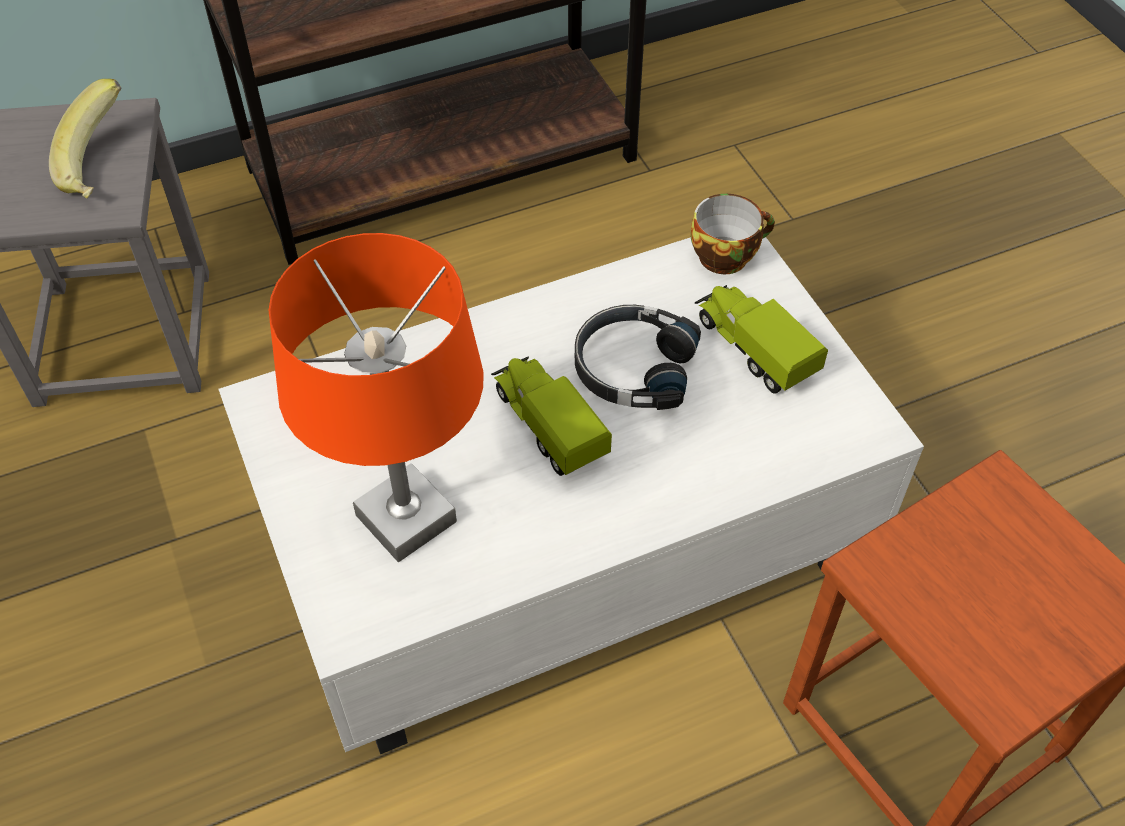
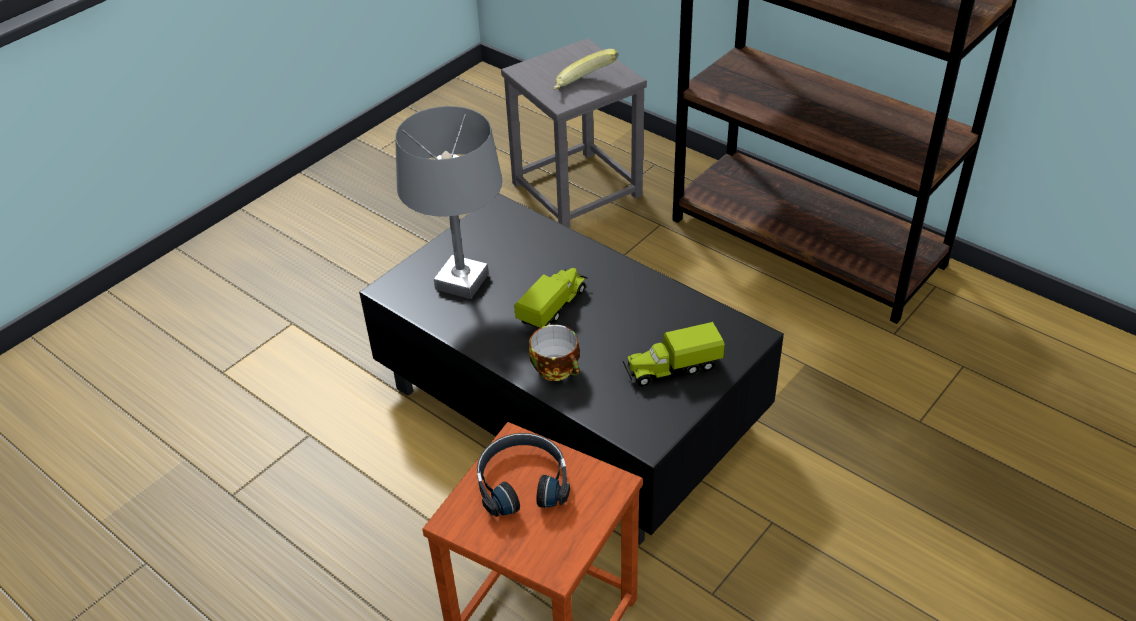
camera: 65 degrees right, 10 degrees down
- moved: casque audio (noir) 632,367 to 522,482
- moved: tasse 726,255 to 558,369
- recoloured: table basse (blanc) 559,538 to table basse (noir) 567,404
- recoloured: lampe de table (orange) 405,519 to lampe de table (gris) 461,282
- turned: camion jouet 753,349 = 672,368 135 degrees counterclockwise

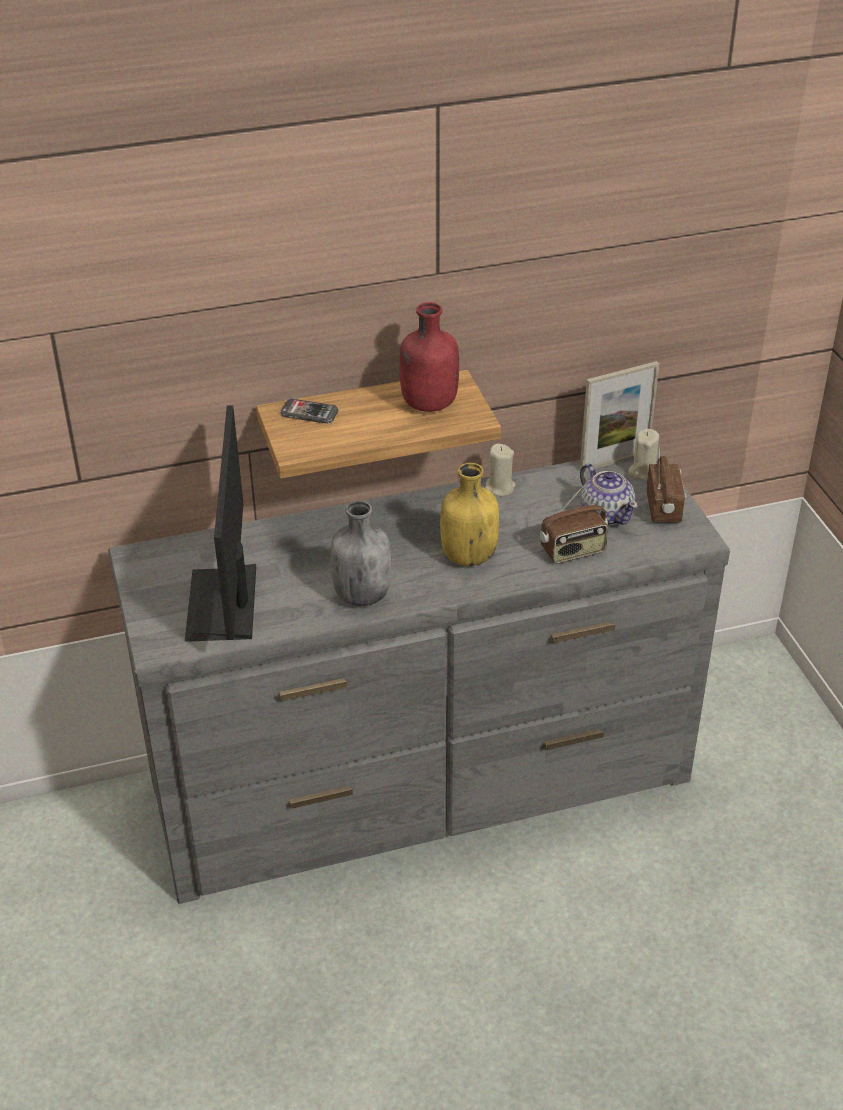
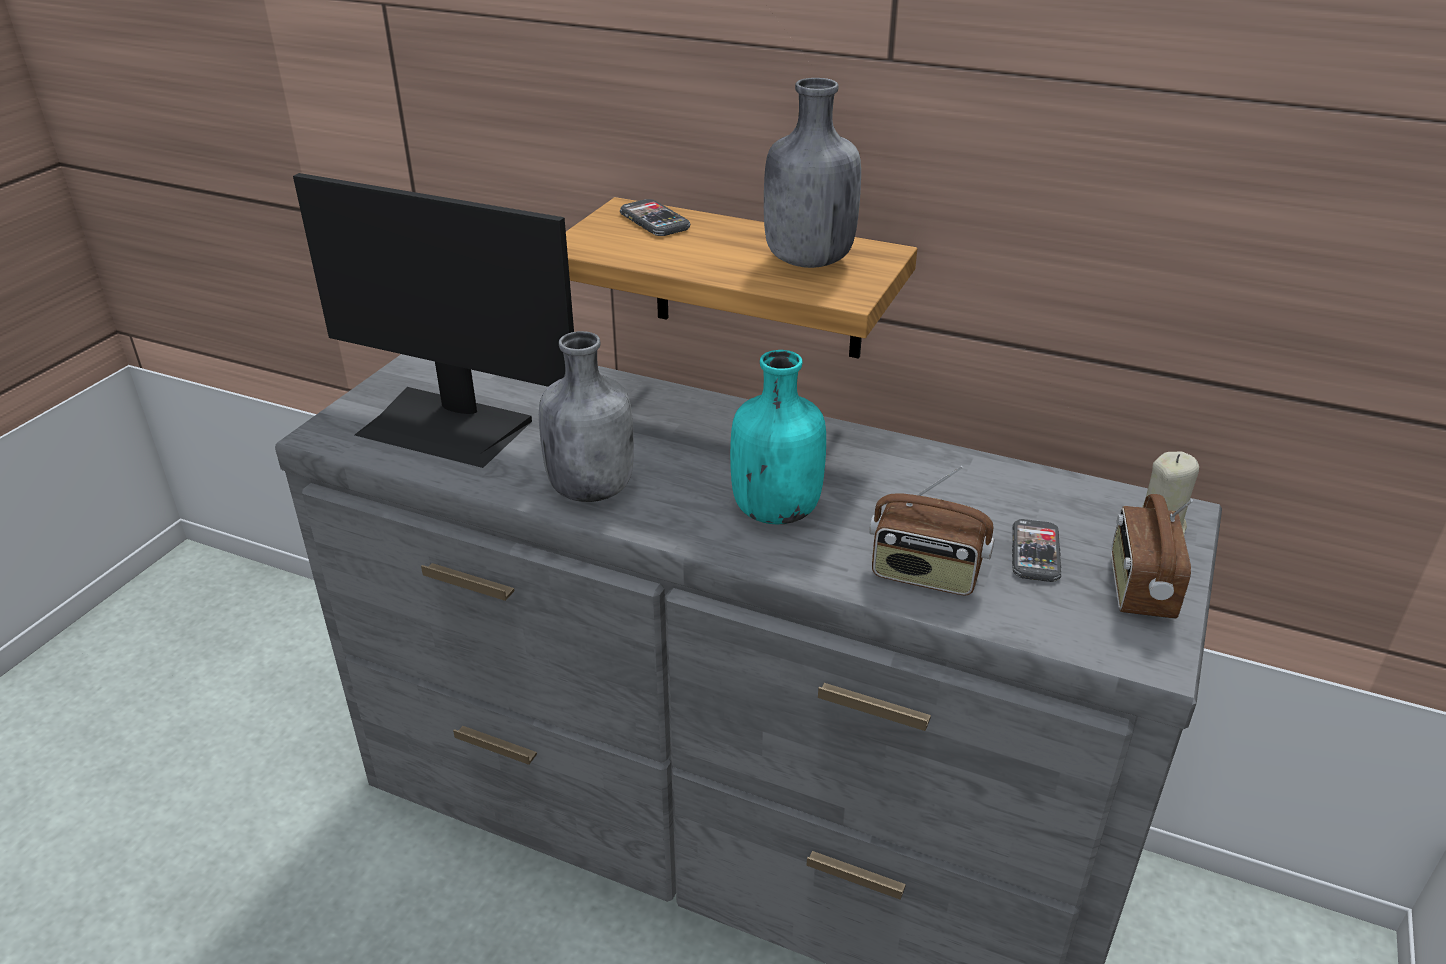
camera: 40 degrees right, 5 degrees down
- removed: bougie (beige) 499,488
- removed: cadre photo 614,461
- replaced: théière 606,514 to téléphone 1035,553
- recoloured: bouteille (rouge) 428,404 to bouteille (gris) 806,260
- recoloured: bouteille (jaune) 468,556 to bouteille (turquoise) 775,510
- turned: écran d'ordinateur 225,603 = 447,426 105 degrees counterclockwise
- turned: radio 664,508 = 1139,588 150 degrees clockwise

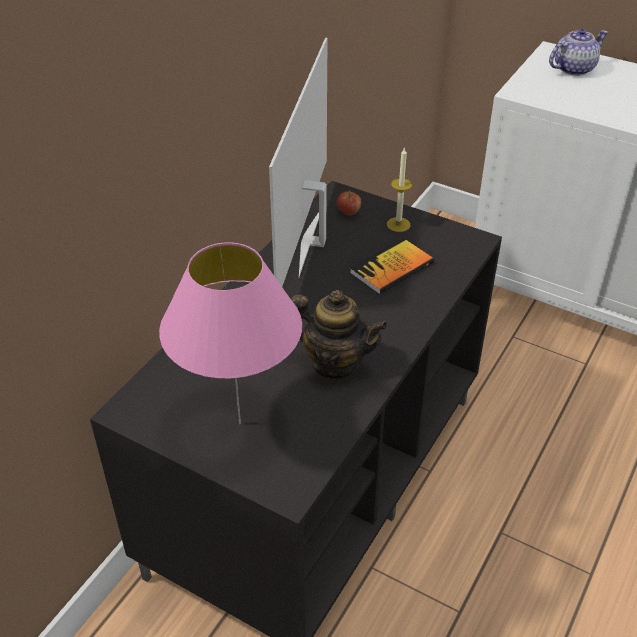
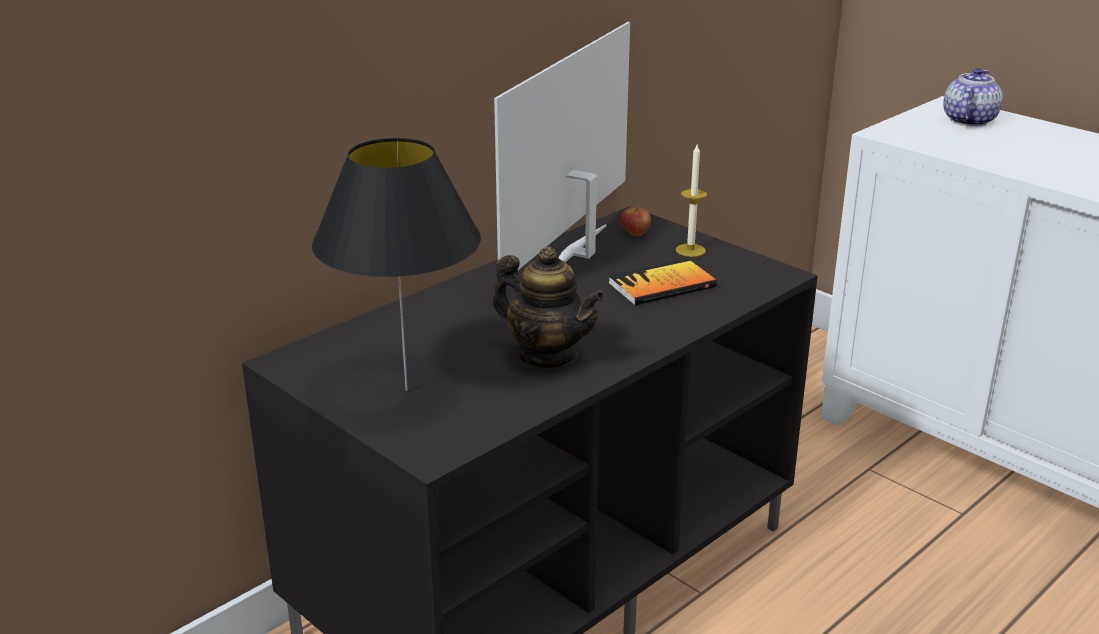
camera: 15 degrees right, 15 degrees down
- recoloured: lampe de table (rose) 239,423 to lampe de table (noir) 405,390
- turned: théière 573,69 = 968,121 45 degrees counterclockwise

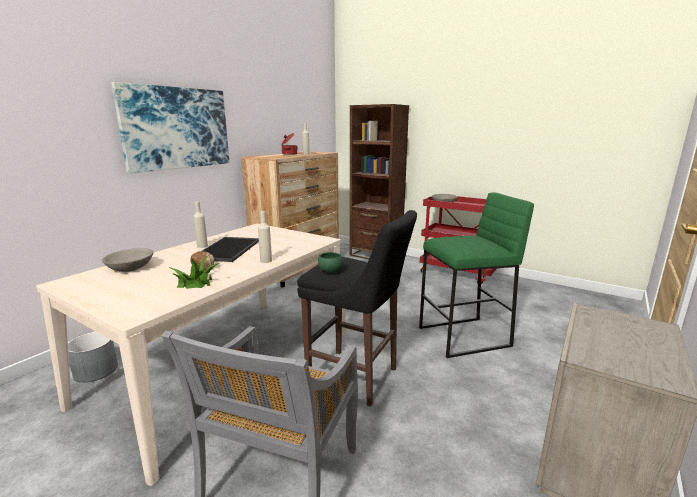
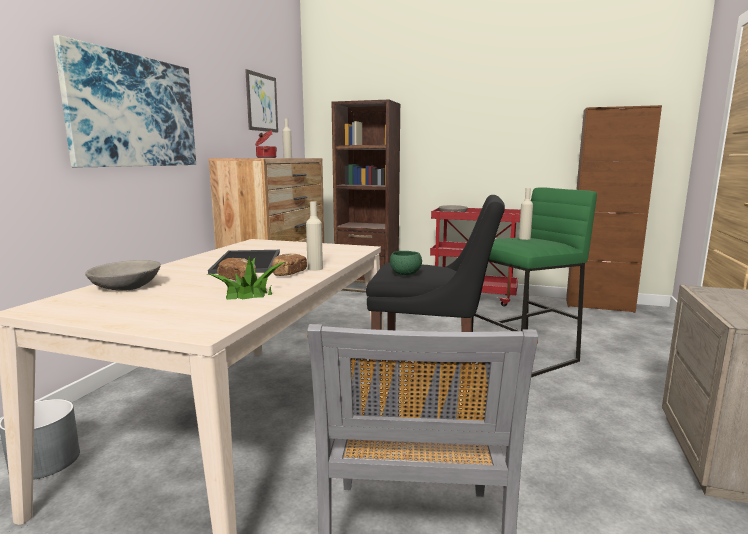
camera: 15 degrees left, 5 degrees down
- added: tableau 262,102
- added: pain 288,274
- added: meuble de rangement (marron) 599,306
- moved: bouteille (beige) 202,246 to 524,238

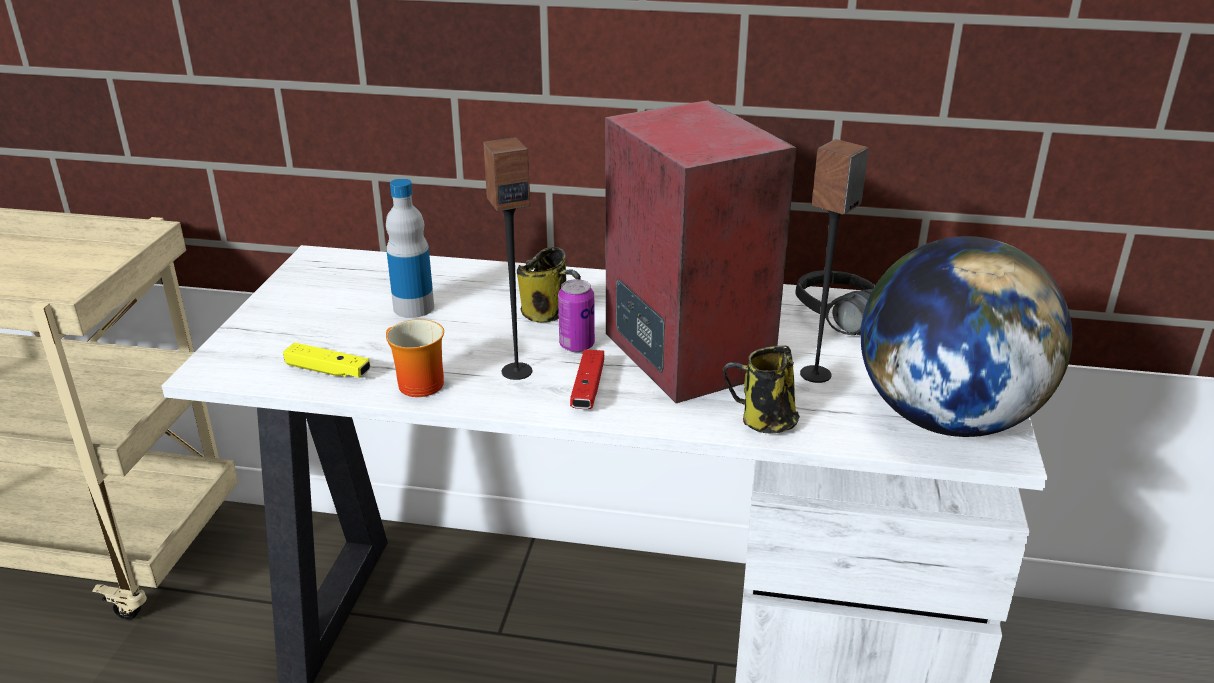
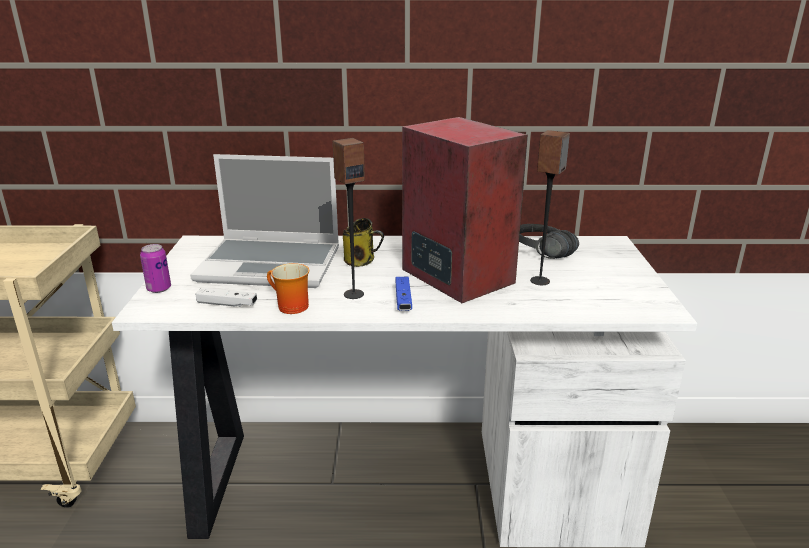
camera: 10 degrees left, 5 degrees down
- removed: mug 764,422
- removed: globe 946,418
- moved: boîte métallique 577,345 to 159,288
- replaced: bouteille 413,307 to ordinateur portable 272,264
- recoloured: manette (jaune) 328,371 to manette (blanc) 227,304
- recoloured: manette (rouge) 588,389 to manette (bleu) 403,300

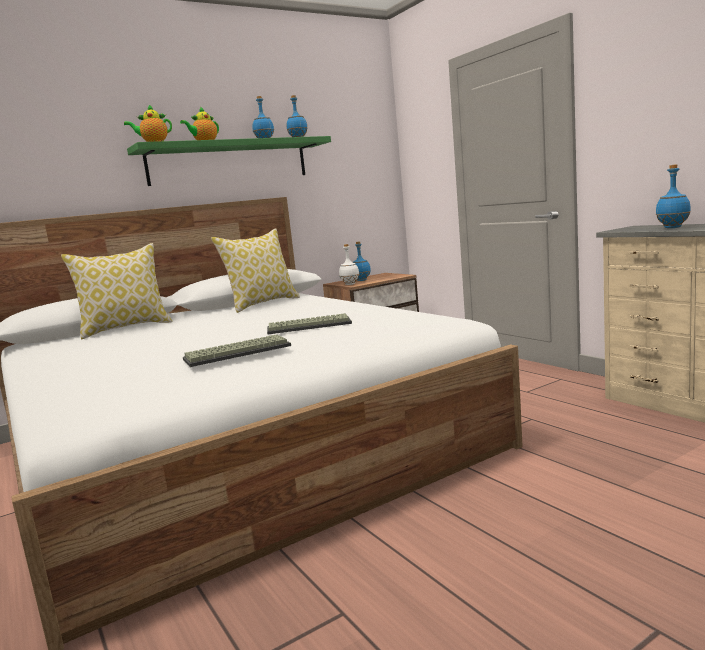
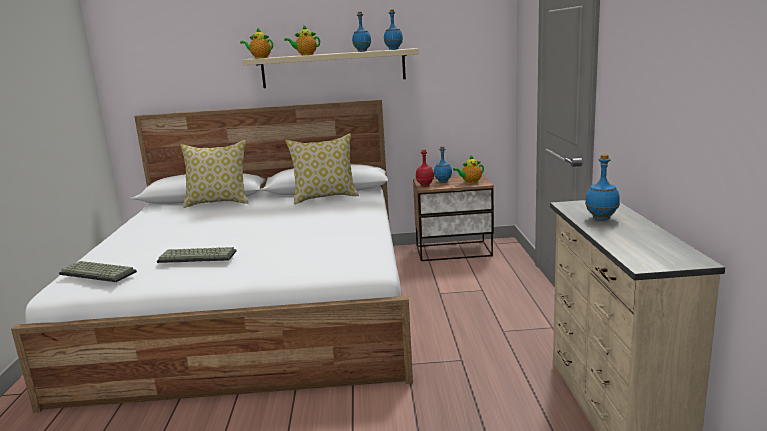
camera: 30 degrees right, 5 degrees up
- added: théière 470,182
- moved: clavier 310,325 to 99,272
- recoloured: étagère (vert) 229,162 to étagère (beige) 333,68
- recoloured: bouteille (blanc) 350,284 to bouteille (rouge) 425,185

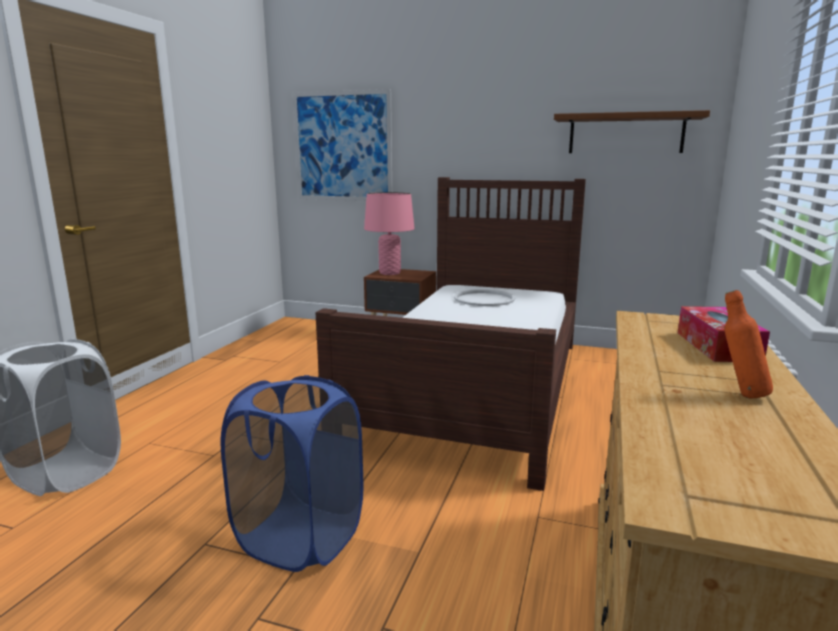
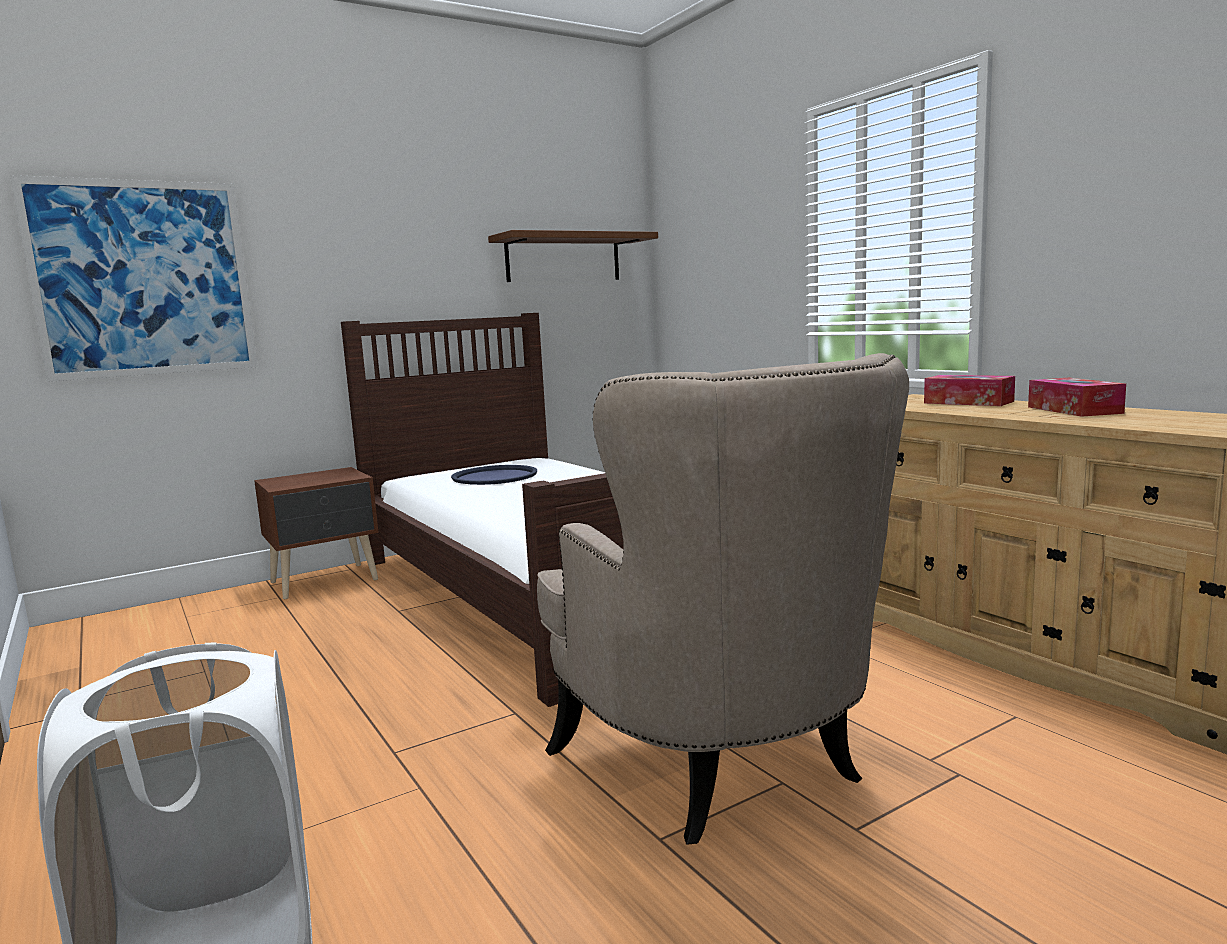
camera: 50 degrees left, 5 degrees down
- removed: lampe de table (rose) 389,273
- replaced: panier à linge (bleu) 299,538 to fauteuil (beige) 726,767
- replaced: bouteille (orange) 740,394 to boîte à mouchoirs 1073,410
- recoloured: plateau (blanc) 484,299 to plateau (bleu) 495,476

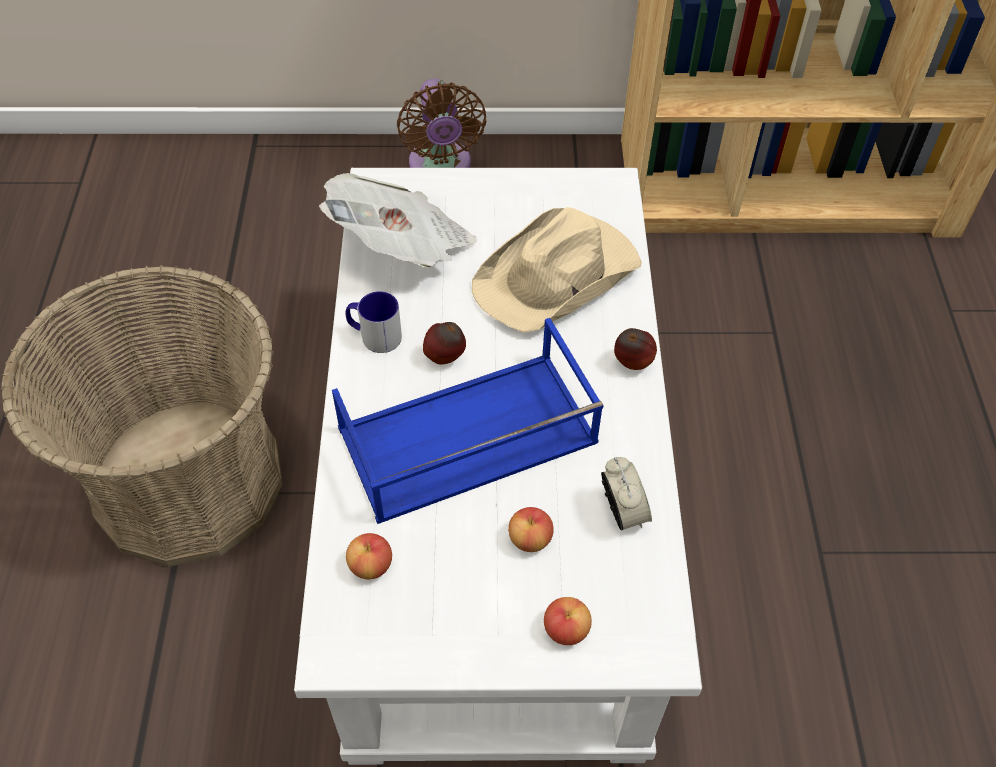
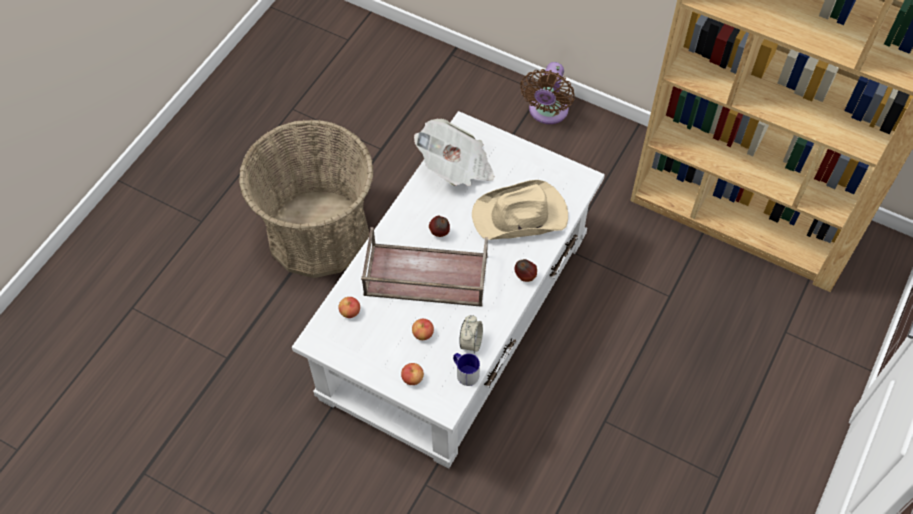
camera: 30 degrees right, 5 degrees up
- moved: mug 374,335 to 465,372
- recoloured: plateau (bleu) 466,439 to plateau (marron) 424,276

